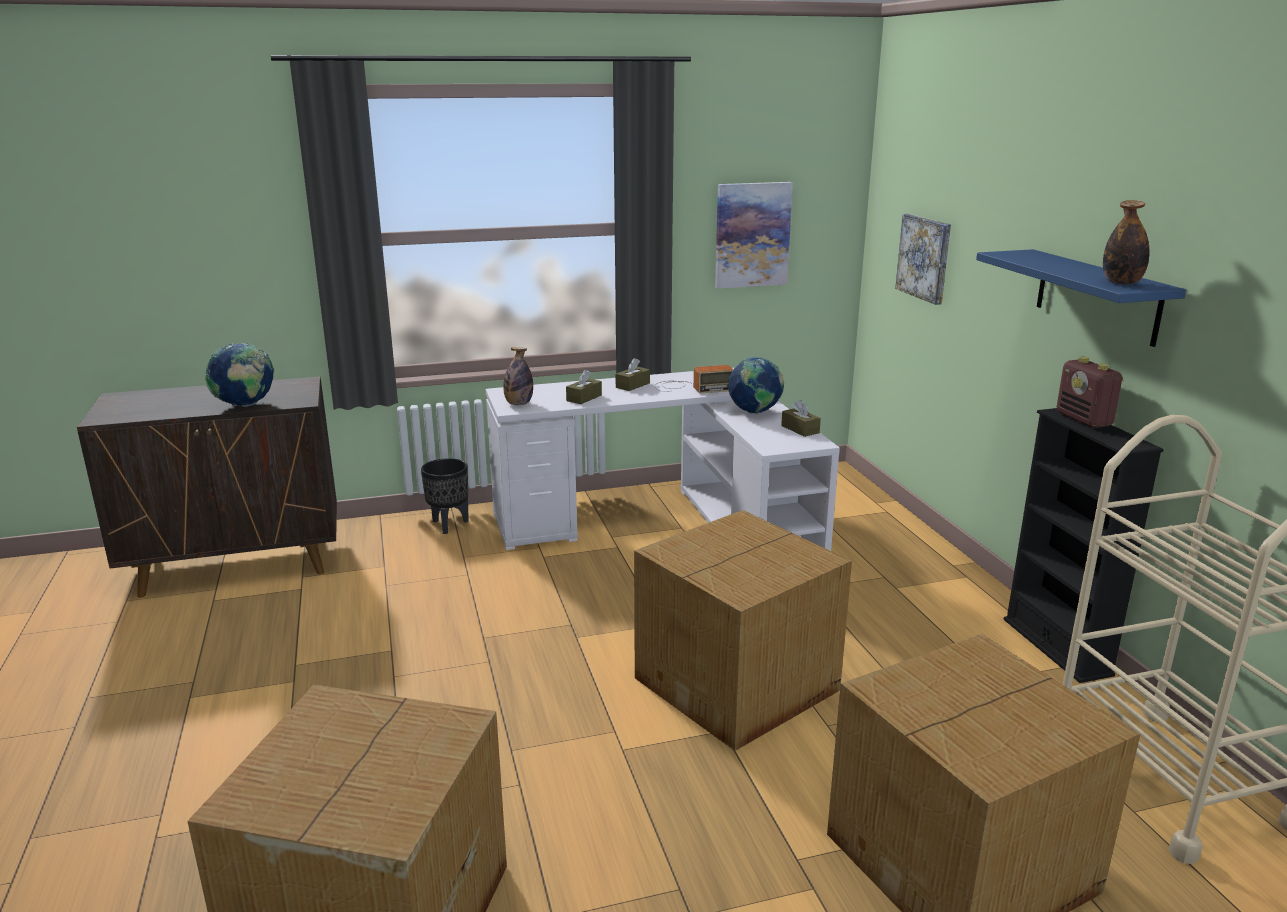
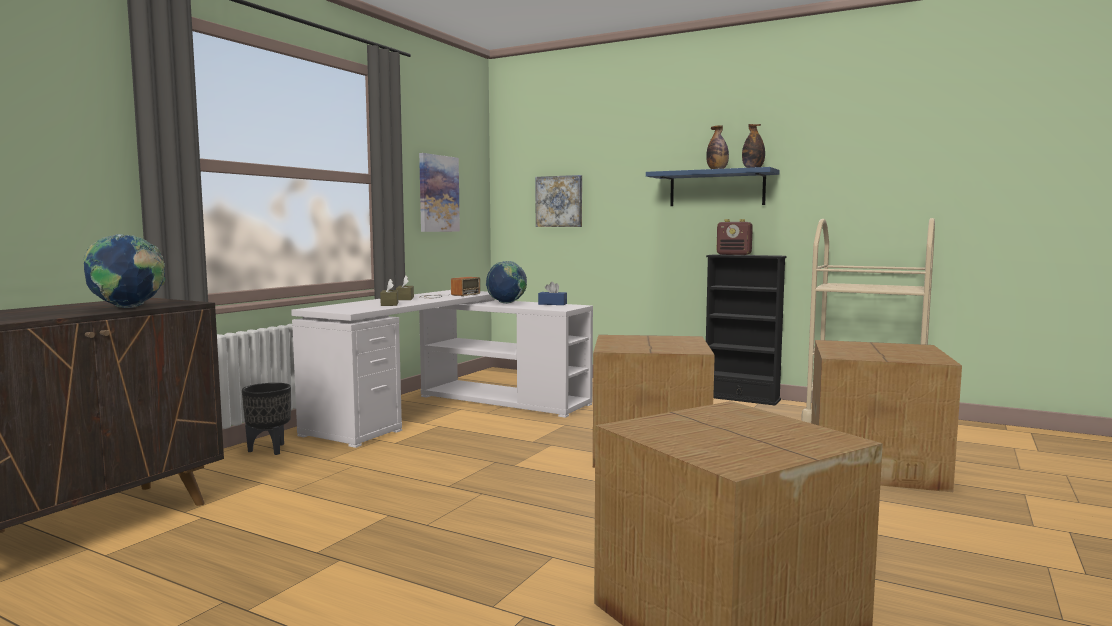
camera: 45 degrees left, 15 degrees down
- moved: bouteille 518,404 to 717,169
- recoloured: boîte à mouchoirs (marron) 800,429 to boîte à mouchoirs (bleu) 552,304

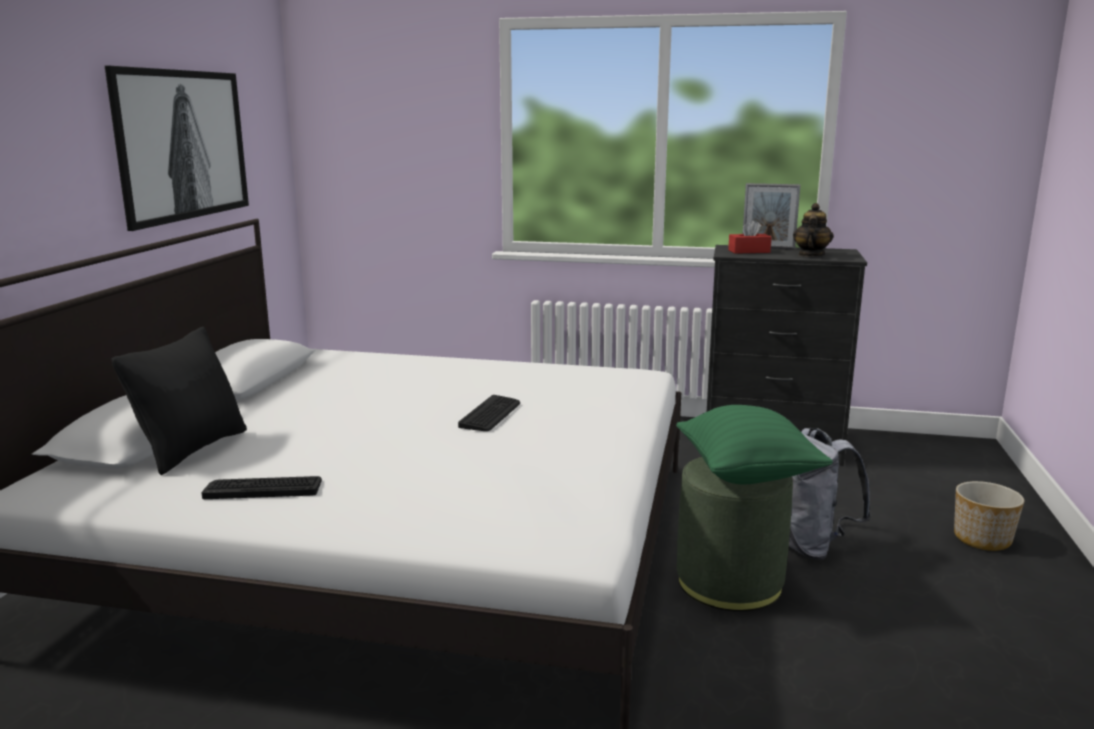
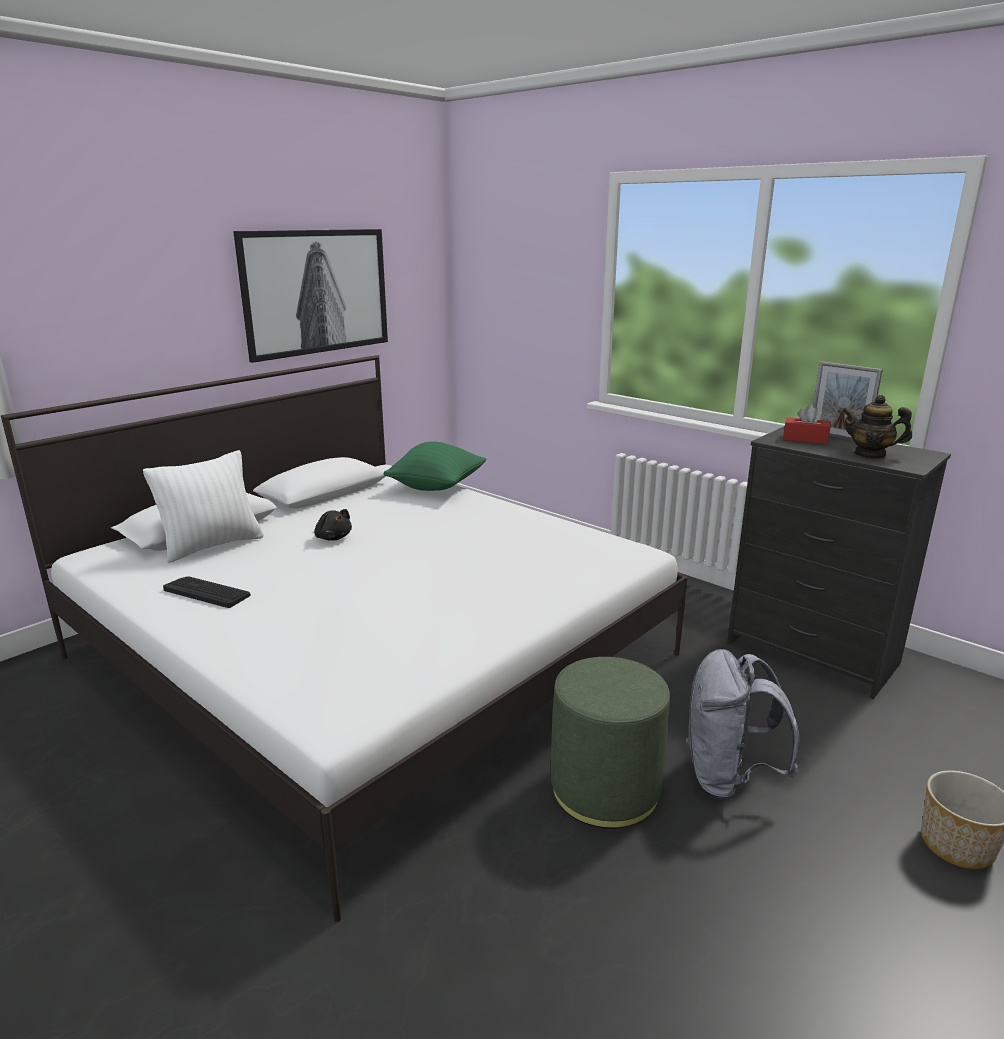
camera: 30 degrees right, 5 degrees up
- removed: clavier 490,414
- added: peluche (noir) 333,537
- moved: coussin (vert) 747,474 to 437,487
- recoloured: coussin (noir) 192,450 to coussin (blanc) 212,546
- turned: théière 810,255 = 870,454 120 degrees counterclockwise

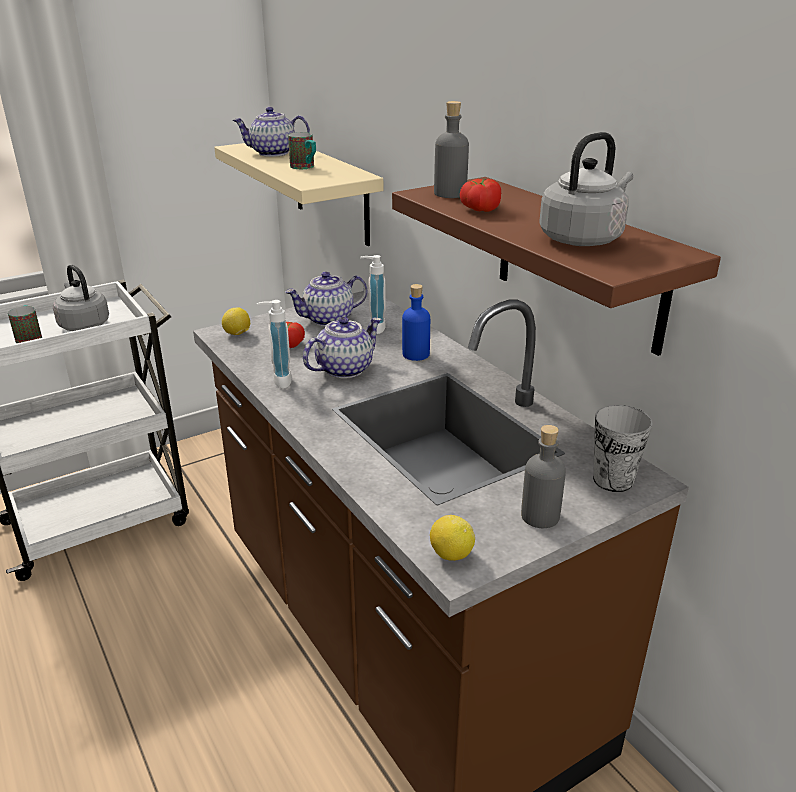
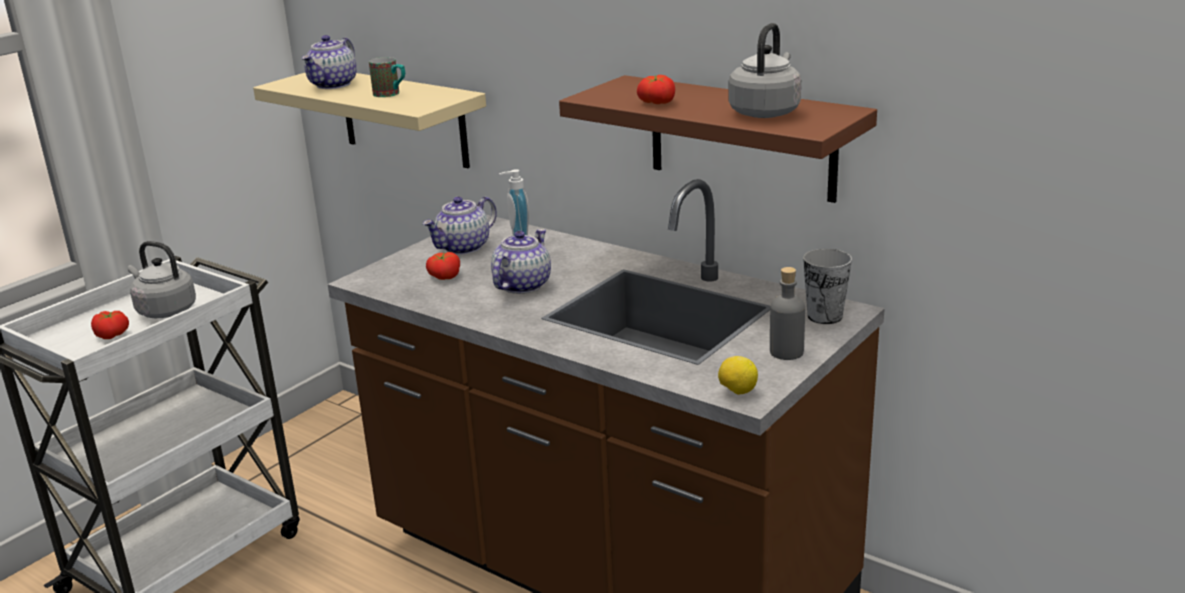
camera: 20 degrees left, 5 degrees down
- removed: citron 237,334
- removed: distributeur de savon 278,381
- removed: bouteille (bleu) 415,354
- removed: bouteille (gris) 450,193
- replaced: mug 29,338 to tomate 113,335
- turned: théière 272,153 = 333,85 45 degrees counterclockwise

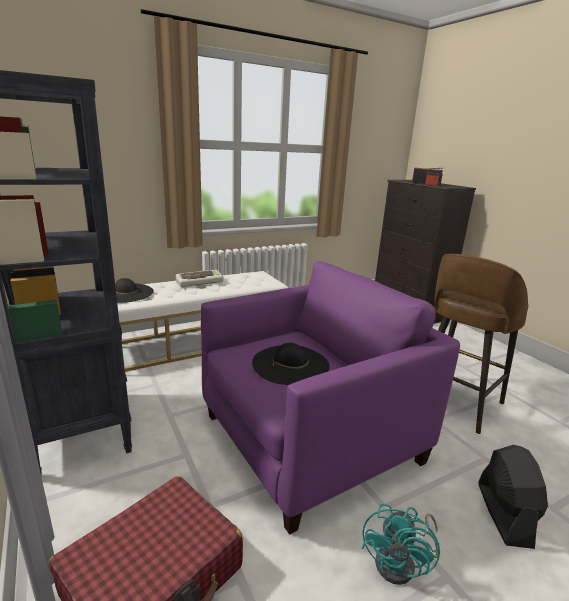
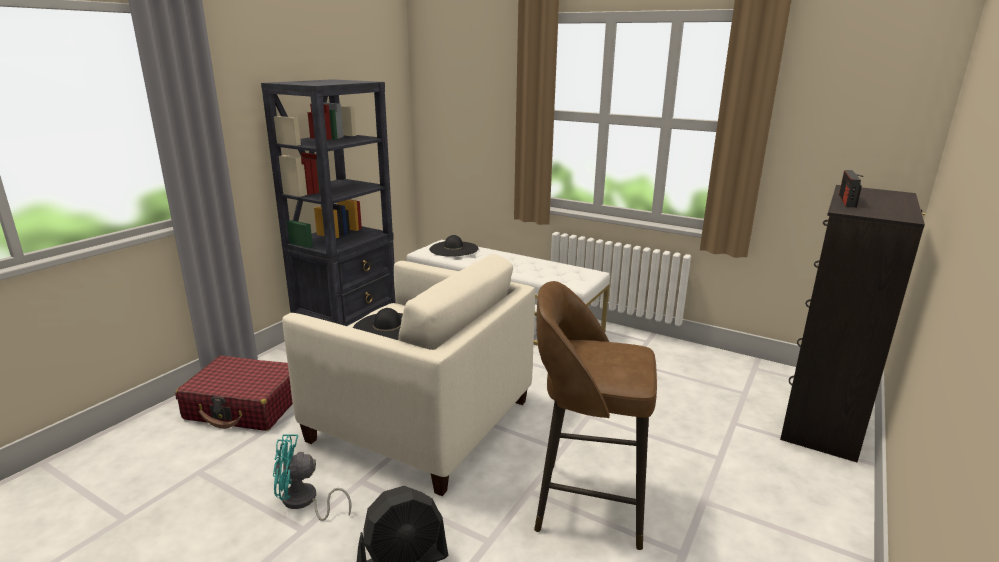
camera: 60 degrees right, 0 degrees up
- removed: clavier 200,281
- recoloured: fauteuil (violet) 309,438 to fauteuil (beige) 420,420

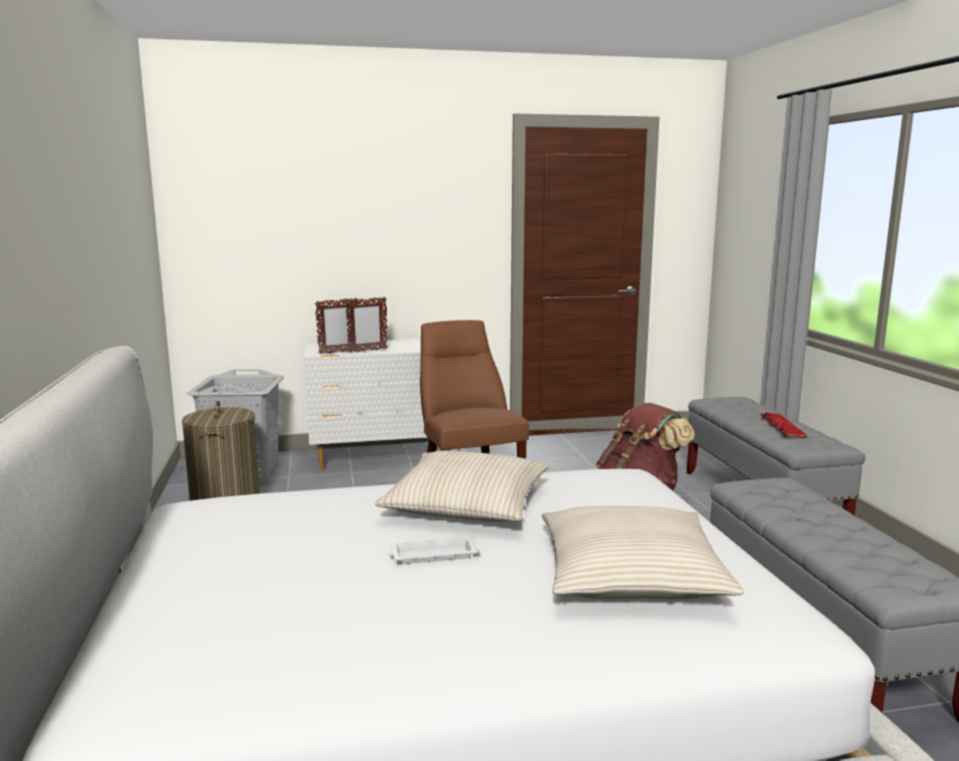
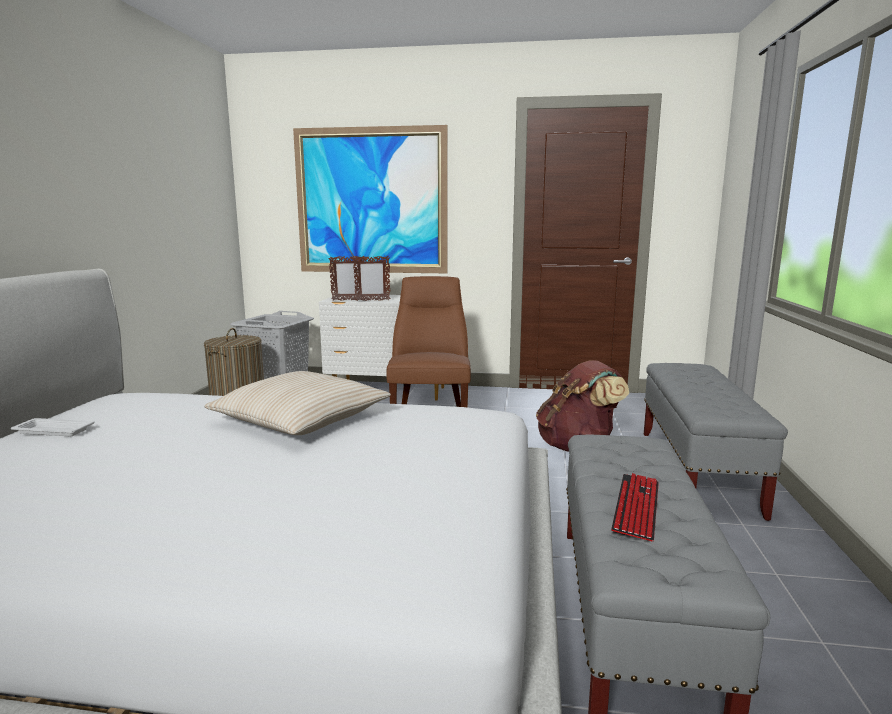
camera: 20 degrees right, 0 degrees up
- removed: coussin (beige) 631,574
- added: tableau 371,201
- moved: plateau (blanc) 432,555 to 52,431
- moved: clavier 782,426 to 636,507

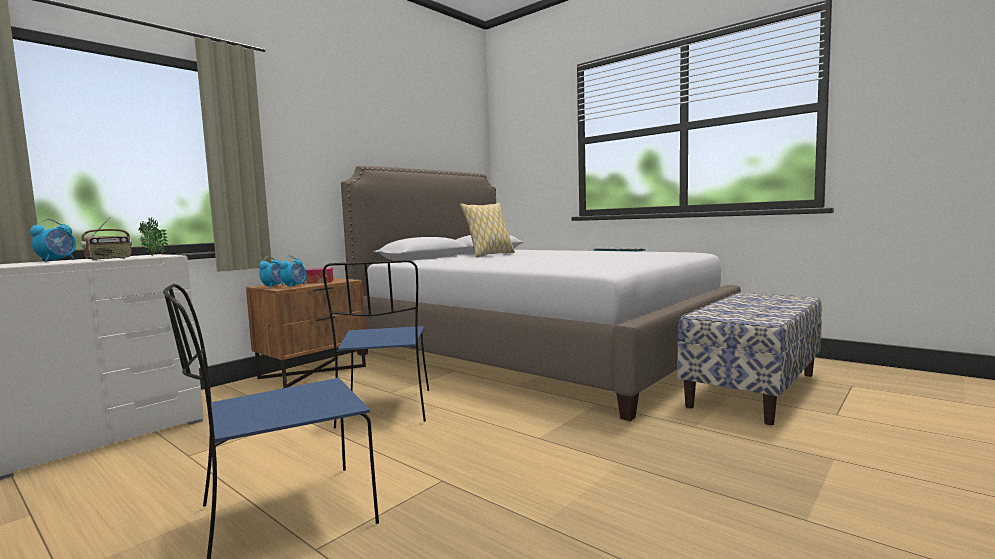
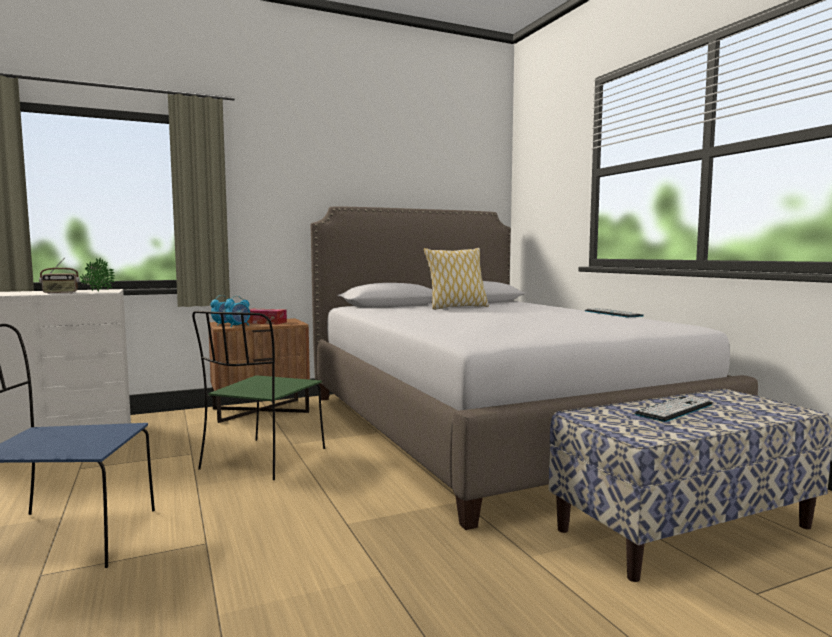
camera: 25 degrees right, 0 degrees up
- removed: réveil 57,261
- added: clavier 674,409
- recoloured: chaise (bleu) 385,409 to chaise (vert) 262,460

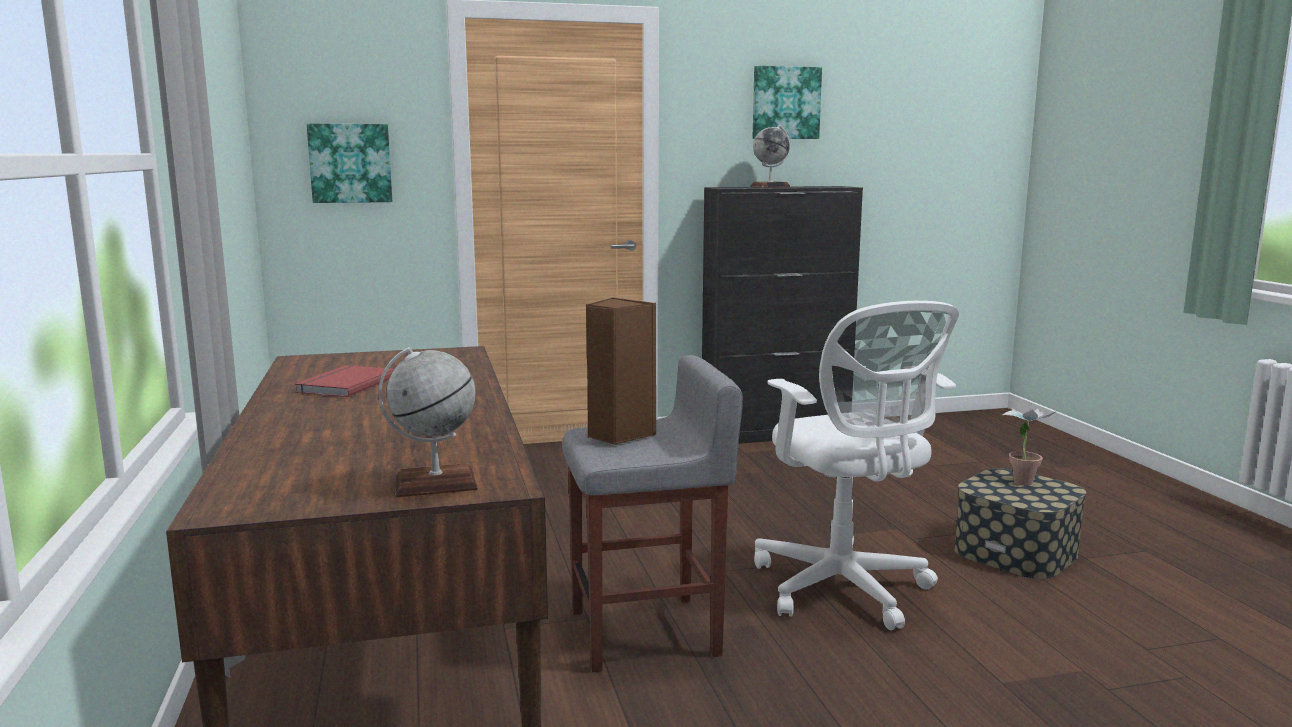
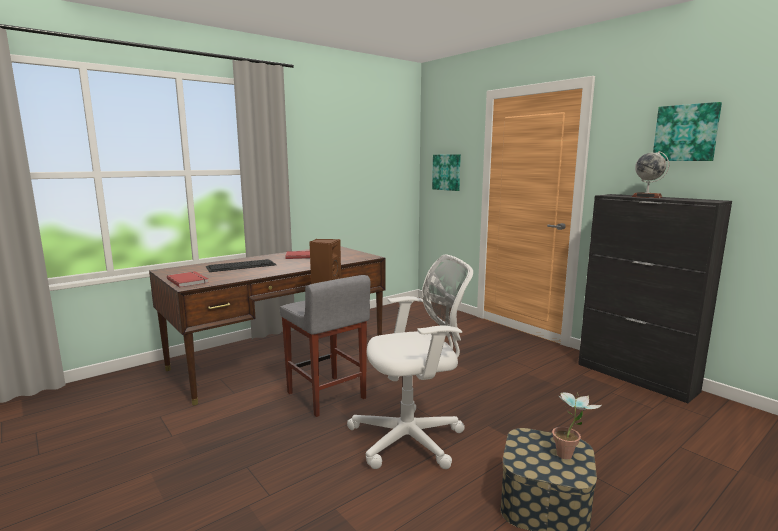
camera: 65 degrees right, 0 degrees up
- added: clavier 241,265
- replaced: globe 435,484 to livre (rouge) 189,281
- turned: chaise de bureau (blanc) 844,590 = 412,439 150 degrees counterclockwise

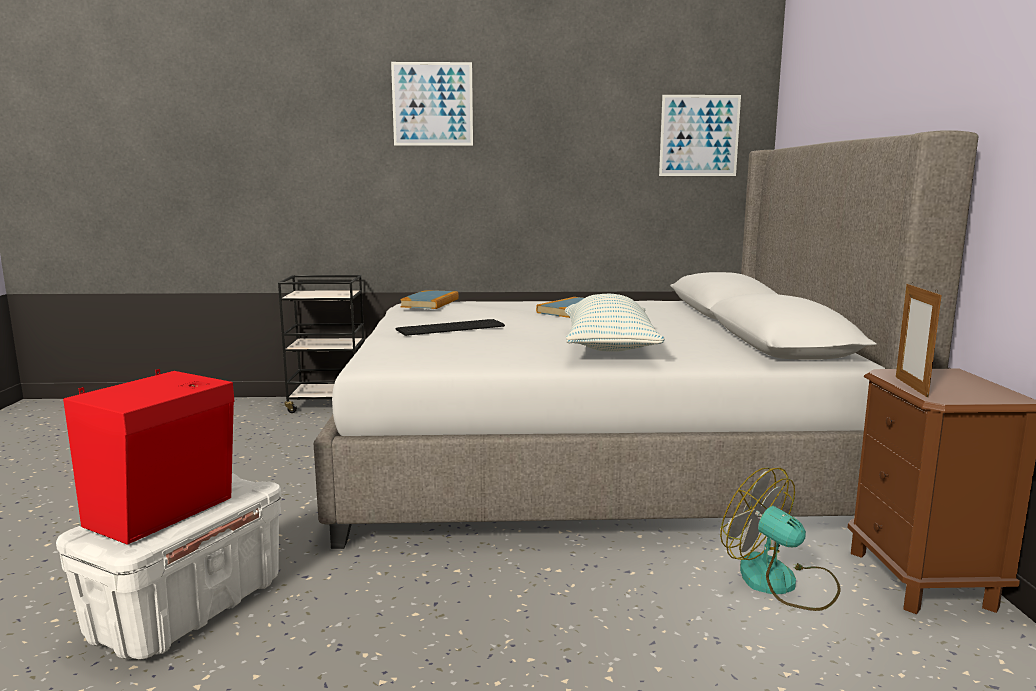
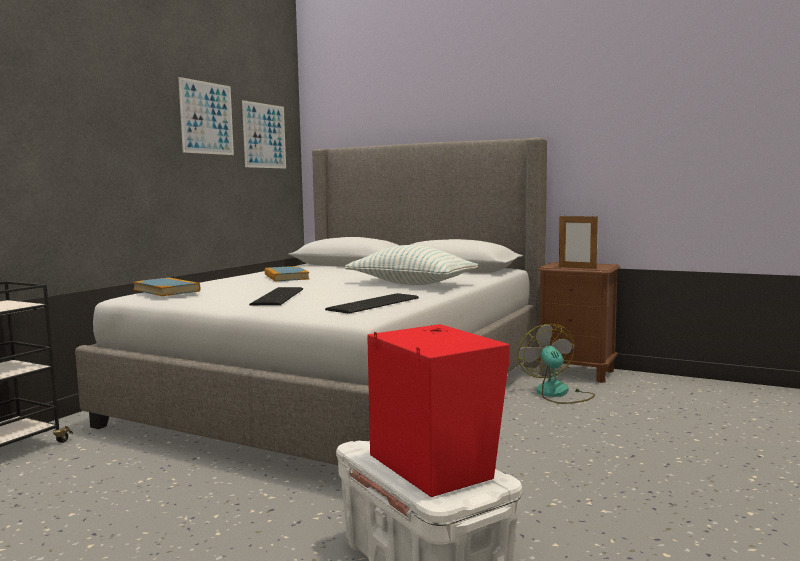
camera: 60 degrees left, 5 degrees down
- added: clavier 376,304
- moved: tableau 432,104 to 207,118
- turned: ventilateur 781,583 = 557,394 90 degrees clockwise

